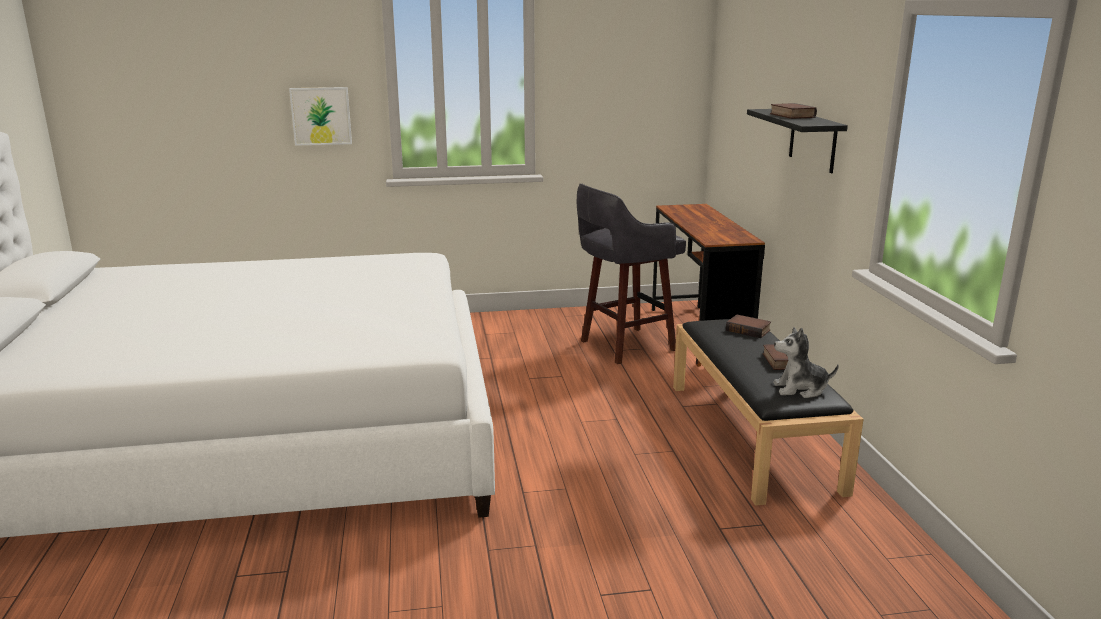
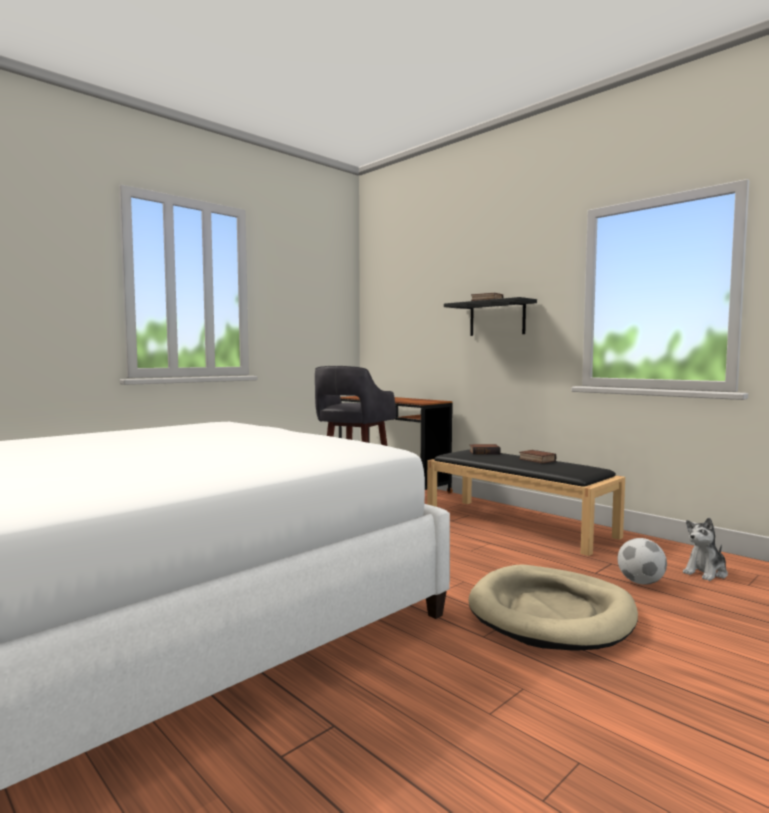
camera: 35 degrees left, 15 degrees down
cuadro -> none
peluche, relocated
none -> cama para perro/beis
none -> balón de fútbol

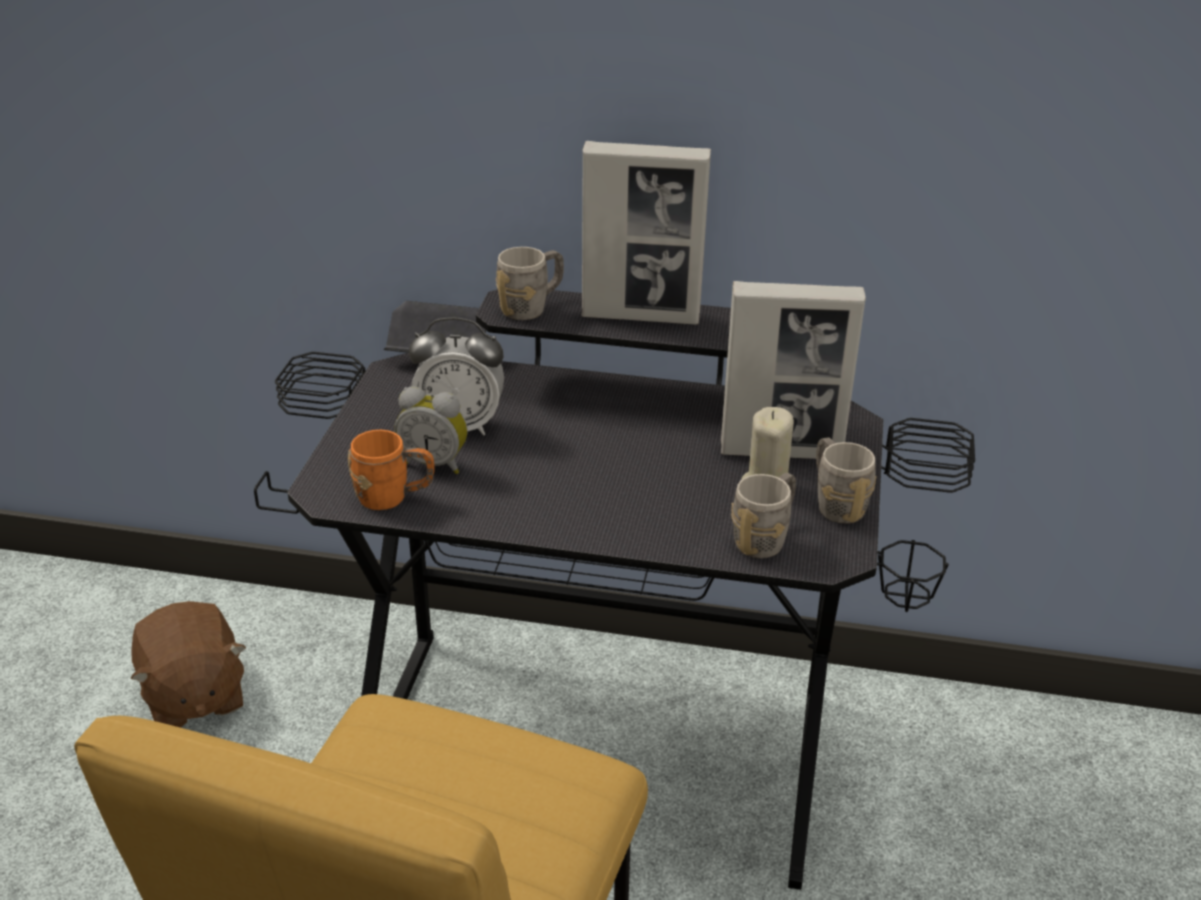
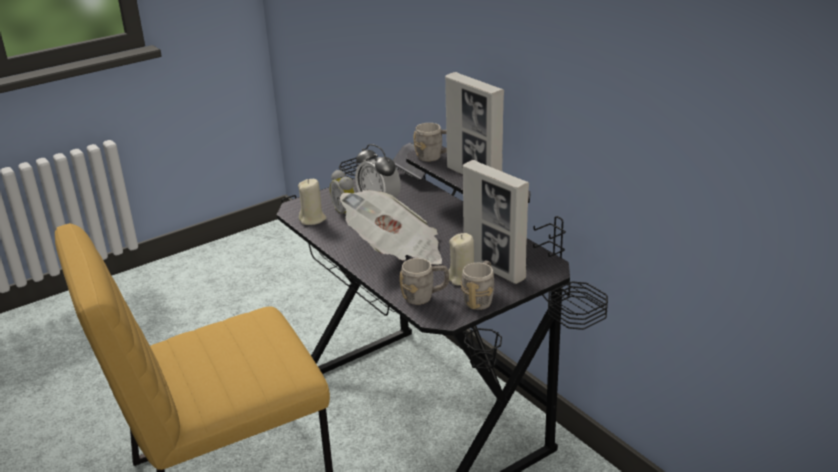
camera: 45 degrees right, 5 degrees down
peluche/marrón -> none
taza grande/naranja -> vela/beis (no. 1 from left)
none -> periódico

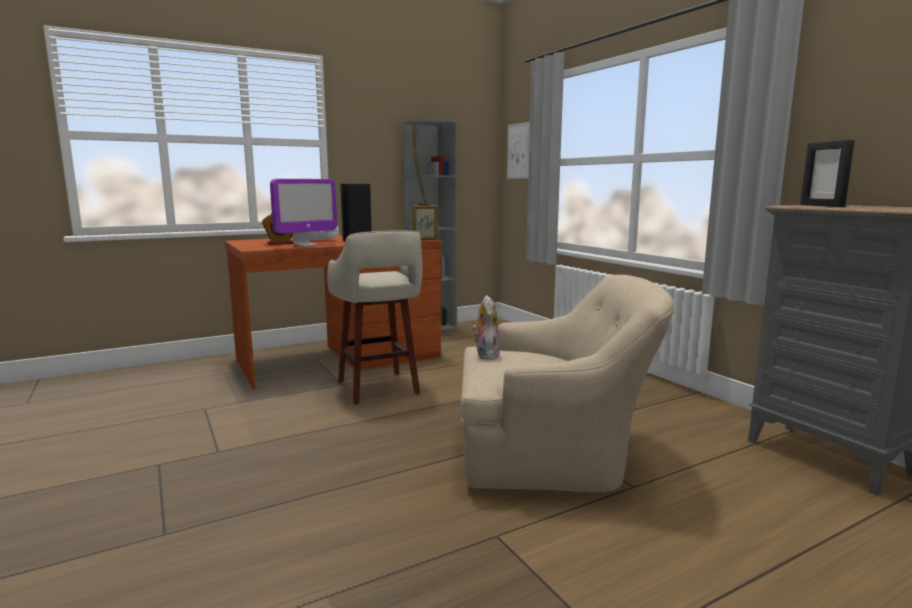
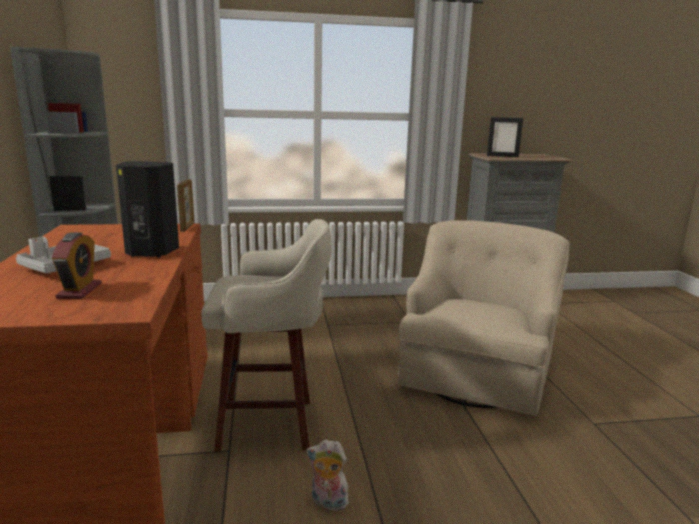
camera: 70 degrees left, 5 degrees up
monitor -> none
peluche, relocated
cuadro -> none

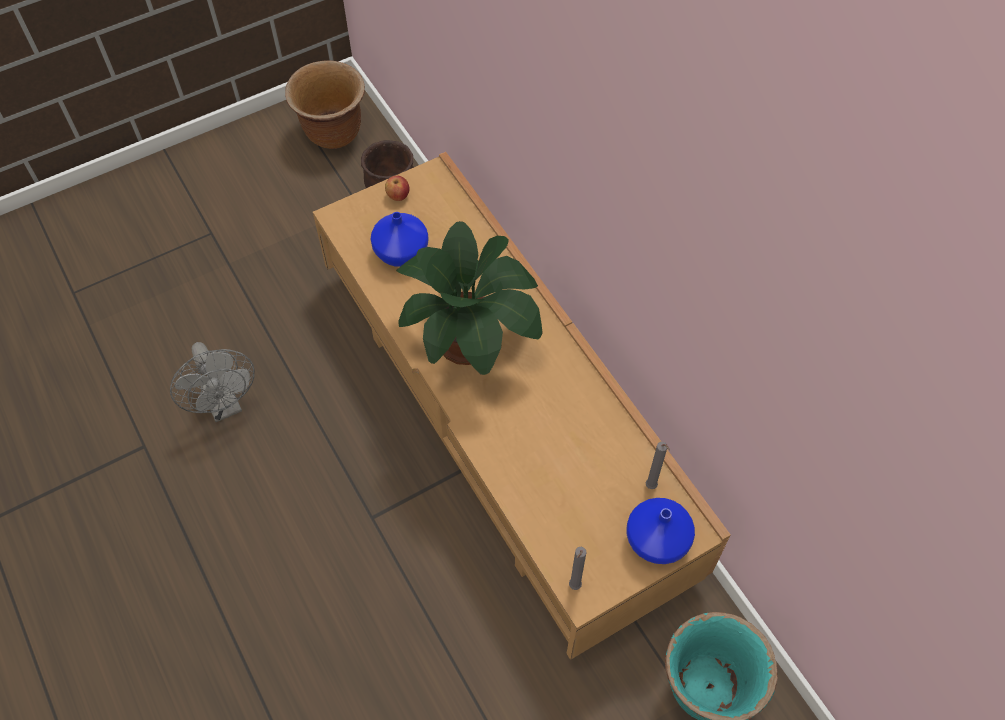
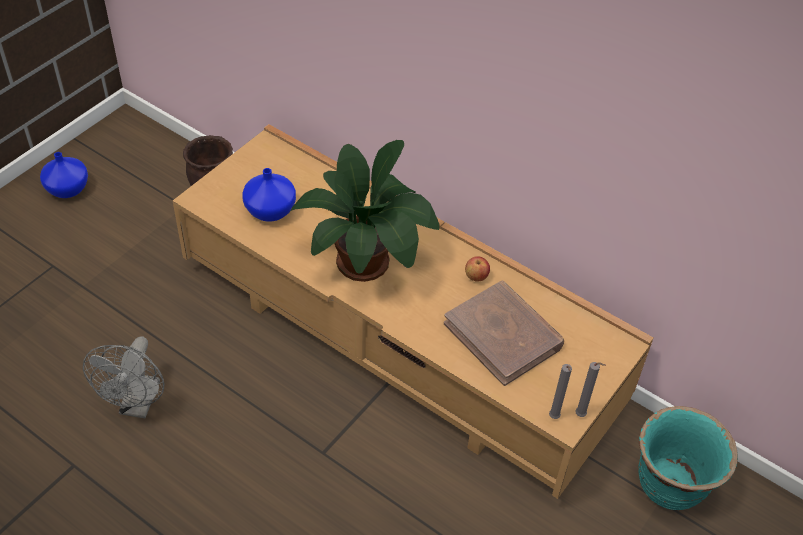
camera: 25 degrees left, 10 degrees down
ventilador/gris, 60 degrees clockwise
maceta/marrón (no. 1 from left) -> none
manzana, relocated
florero/azul (no. 2 from left in the first image) -> florero/azul (no. 1 from left), relocated
vela/gris (no. 2 from left), relocated
none -> libro/marrón

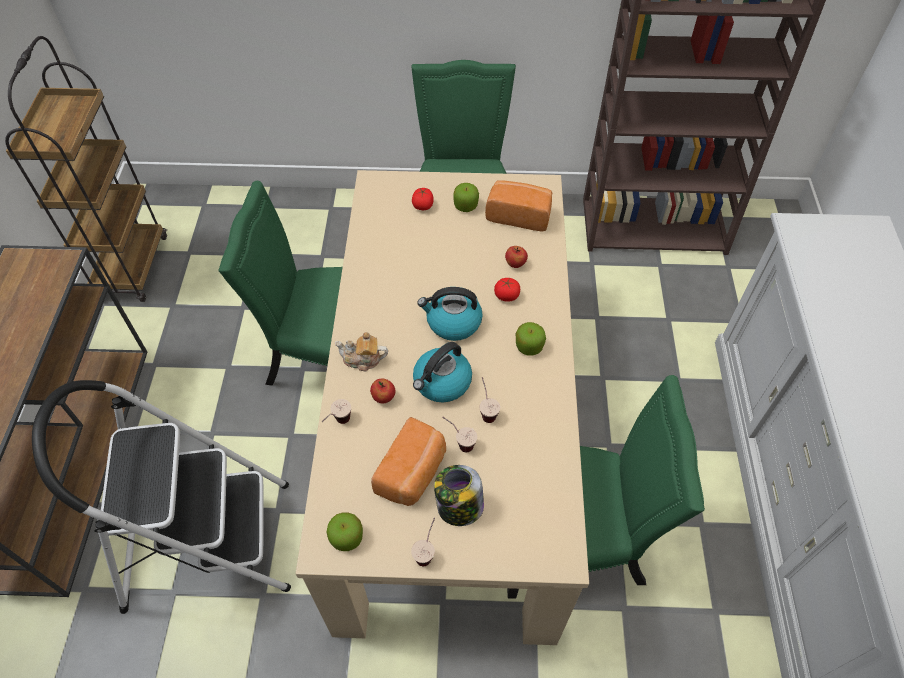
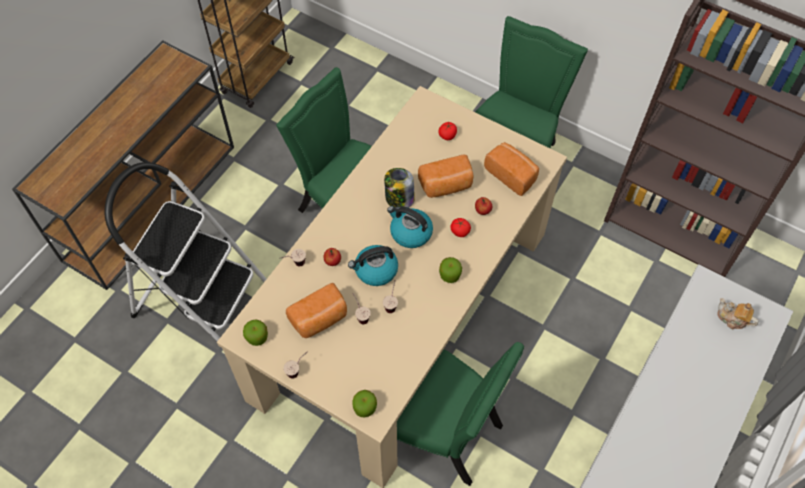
camera: 30 degrees right, 5 degrees up
tetera, relocated
tarro, relocated
manzana (no. 3 from left), relocated
none -> pan (no. 2 from left)

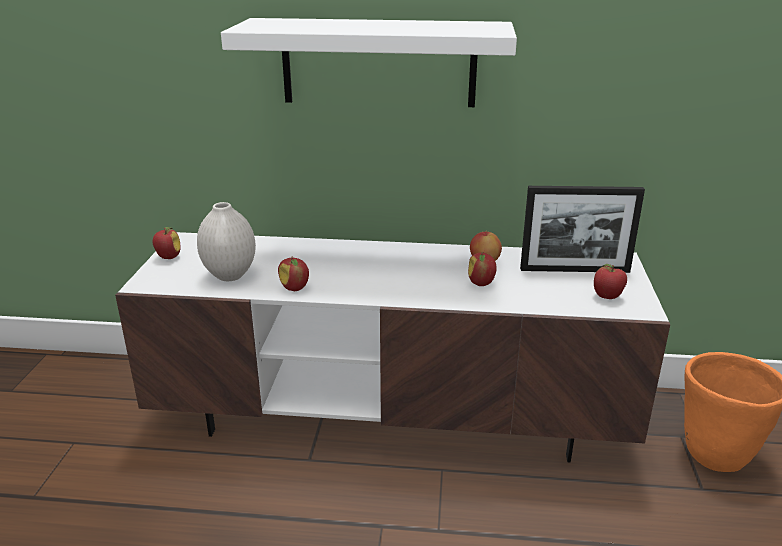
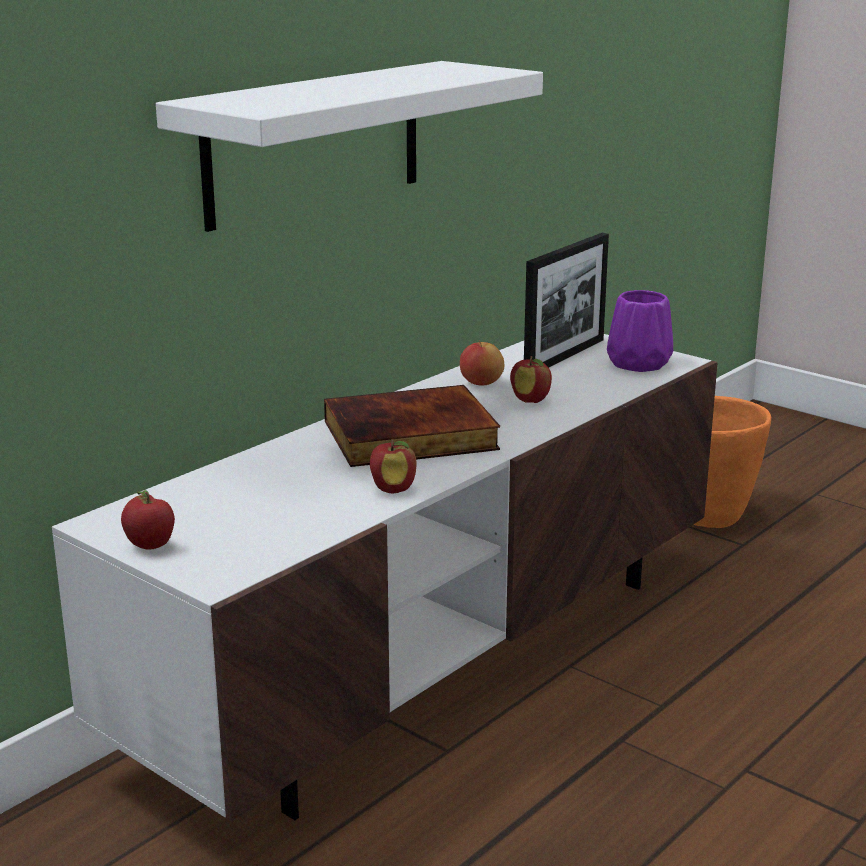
camera: 55 degrees left, 5 degrees down
florero/blanco -> none
manzana (no. 5 from left) -> florero/morado
none -> libro

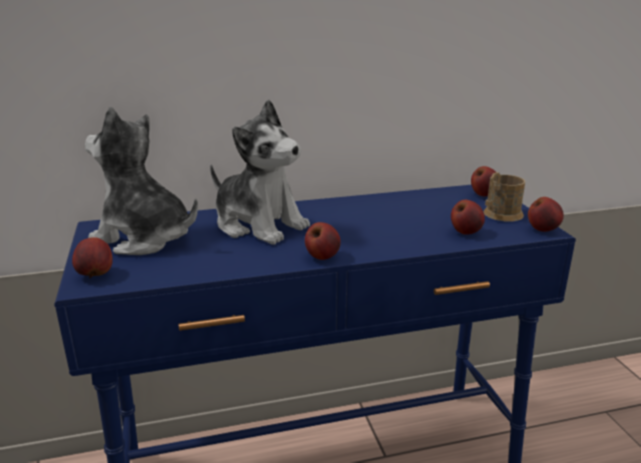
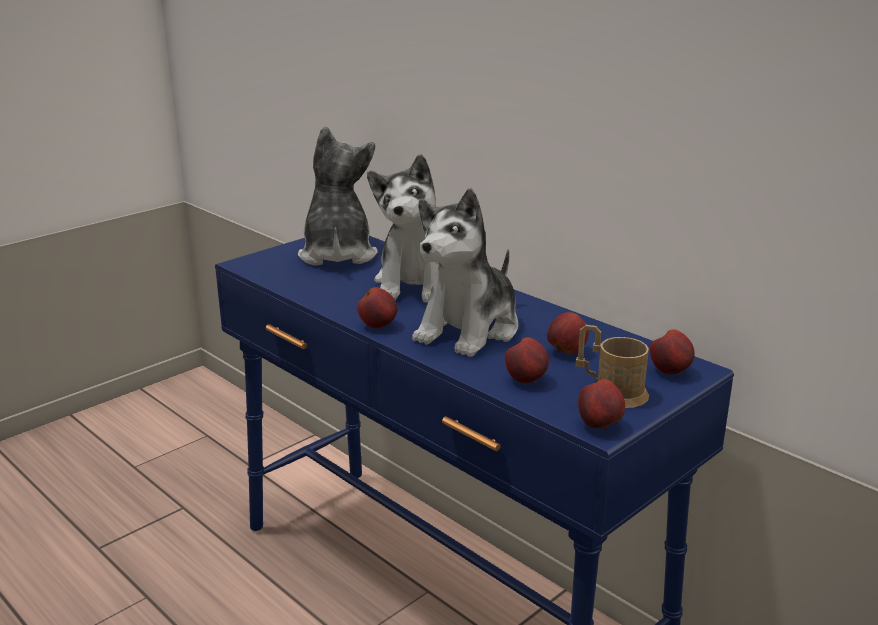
camera: 60 degrees right, 0 degrees up
manzana (no. 1 from left in the first image) -> manzana (no. 3 from left), relocated
none -> peluche (no. 3 from left)

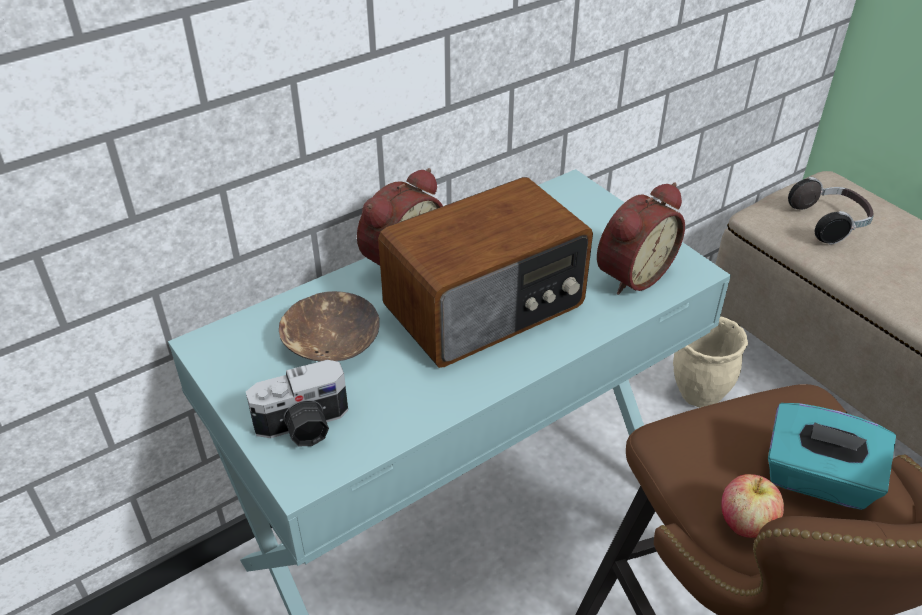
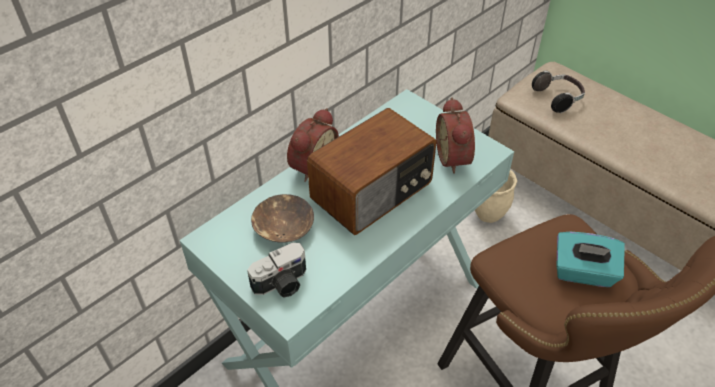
camera: 10 degrees left, 5 degrees up
despertador (no. 2 from left), 135 degrees clockwise
manzana -> none

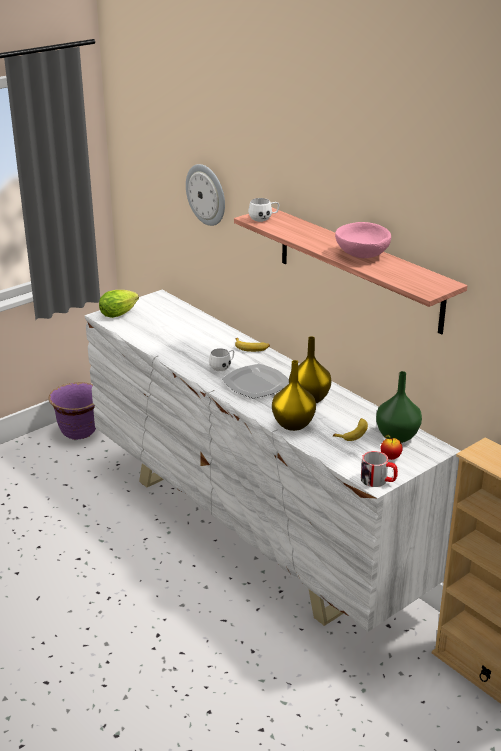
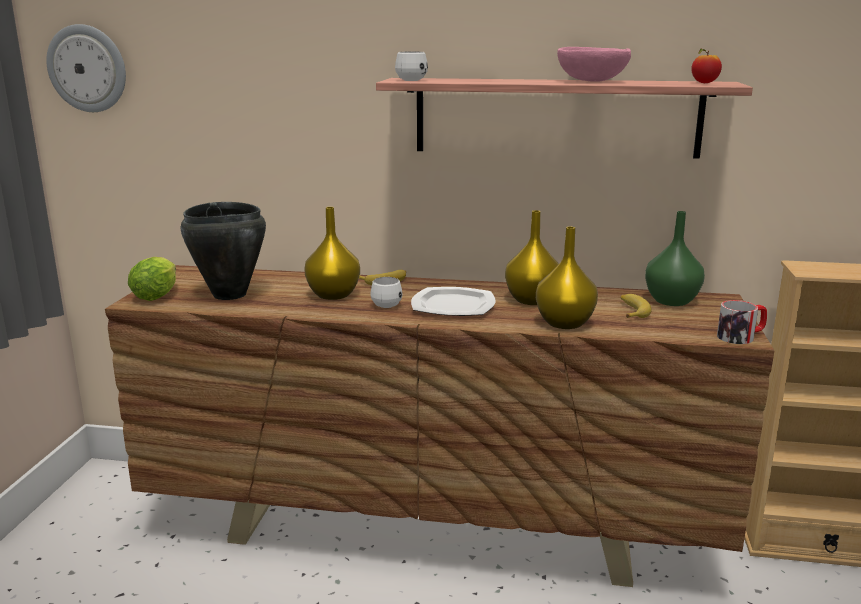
camera: 40 degrees left, 10 degrees down
maceta/morado -> none
armario/blanco -> armario/marrón
reloj de pared, relocated
manzana, relocated
none -> olla/negro
none -> florero/amarillo (no. 1 from left)

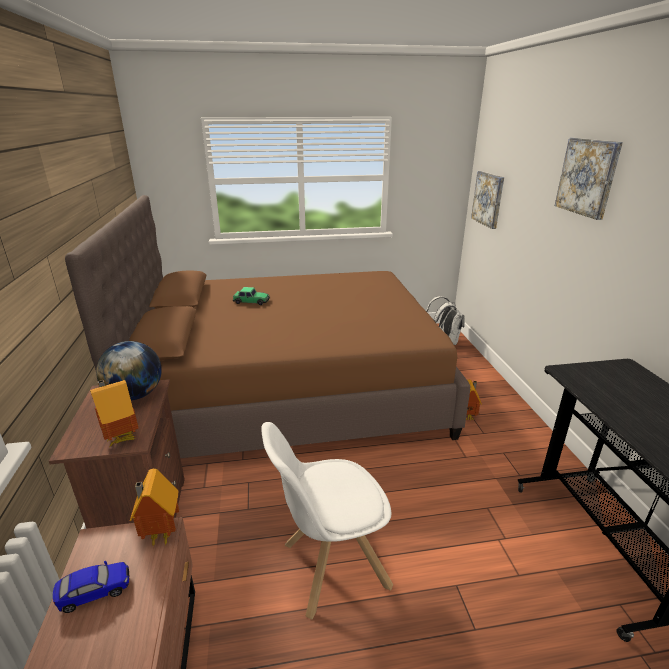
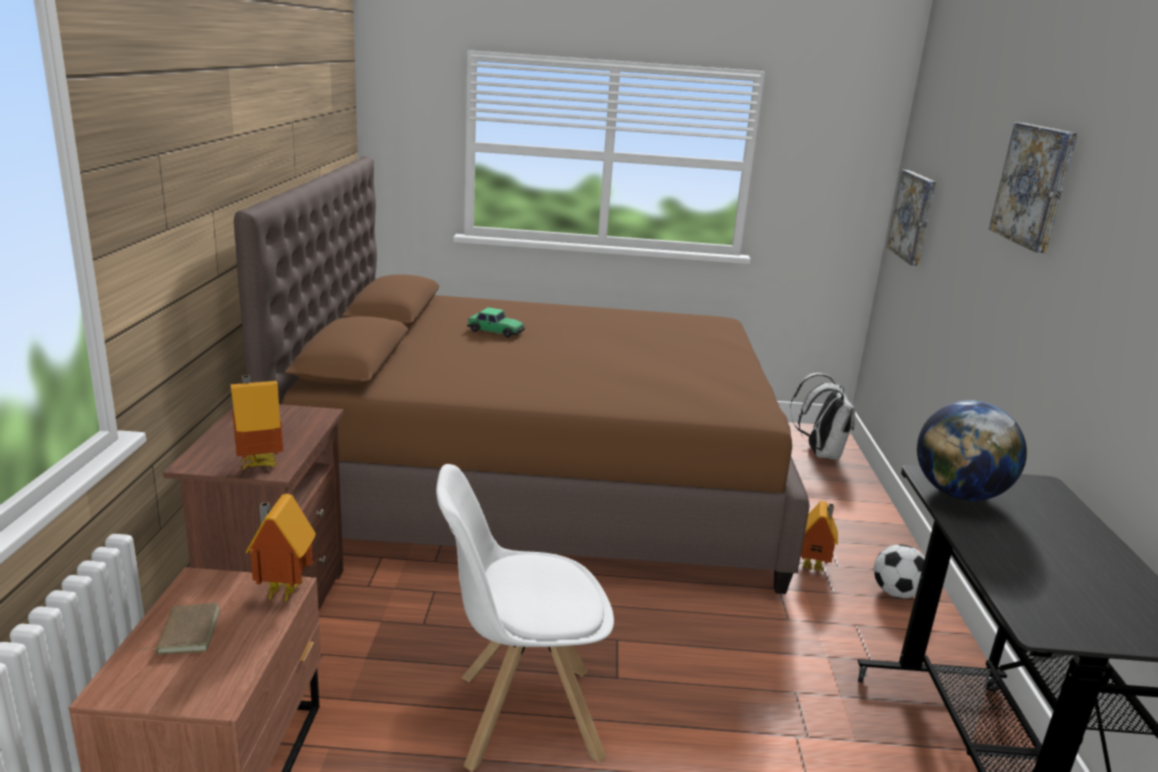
camera: 10 degrees right, 5 degrees down
coche de juguete (no. 1 from left) -> libro/marrón
globo terráqueo, relocated
none -> balón de fútbol

